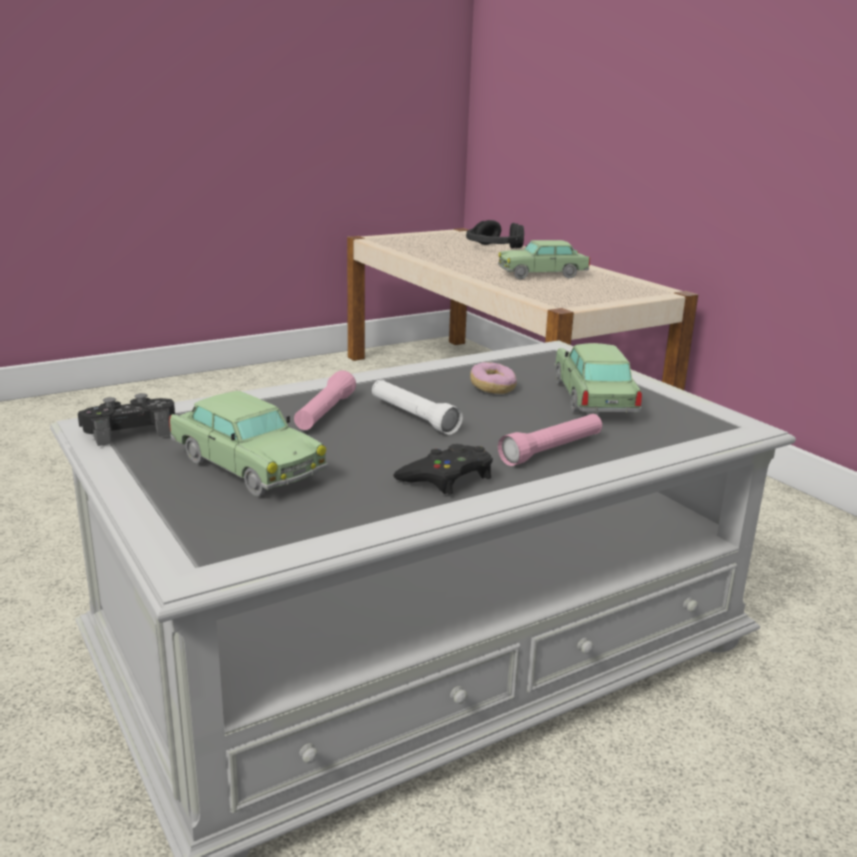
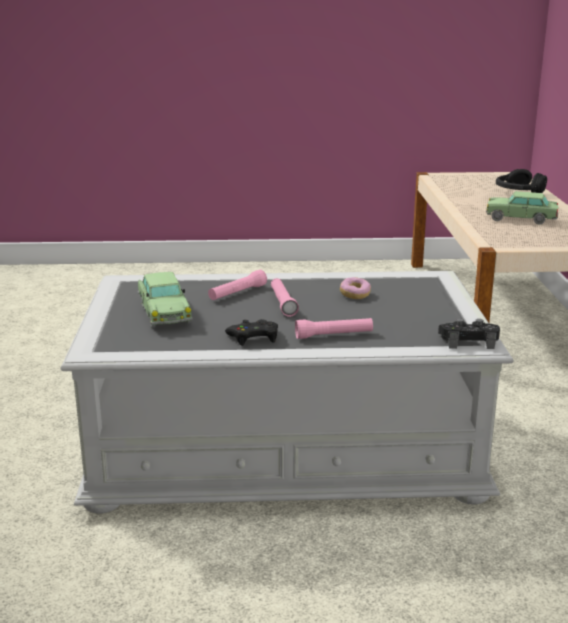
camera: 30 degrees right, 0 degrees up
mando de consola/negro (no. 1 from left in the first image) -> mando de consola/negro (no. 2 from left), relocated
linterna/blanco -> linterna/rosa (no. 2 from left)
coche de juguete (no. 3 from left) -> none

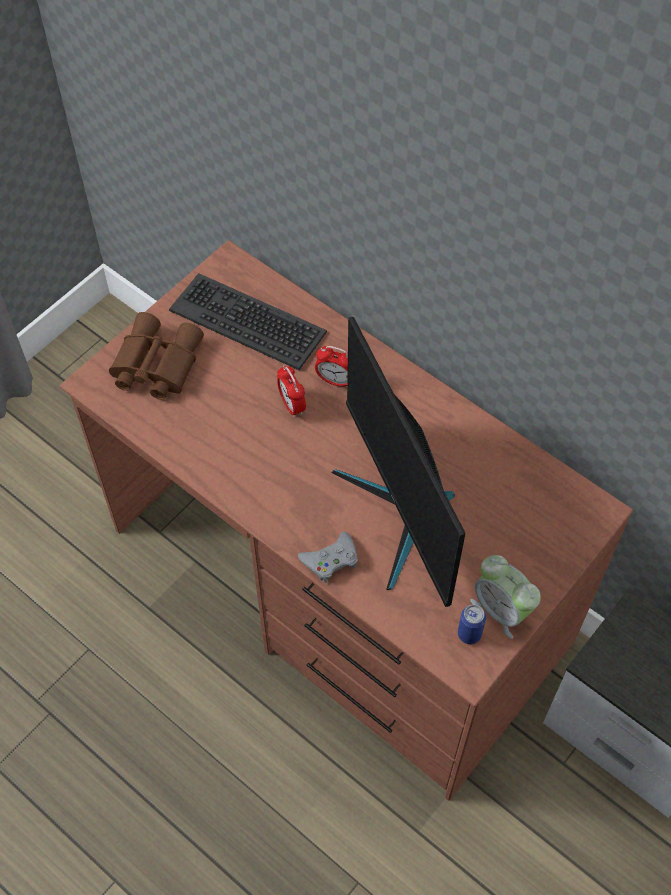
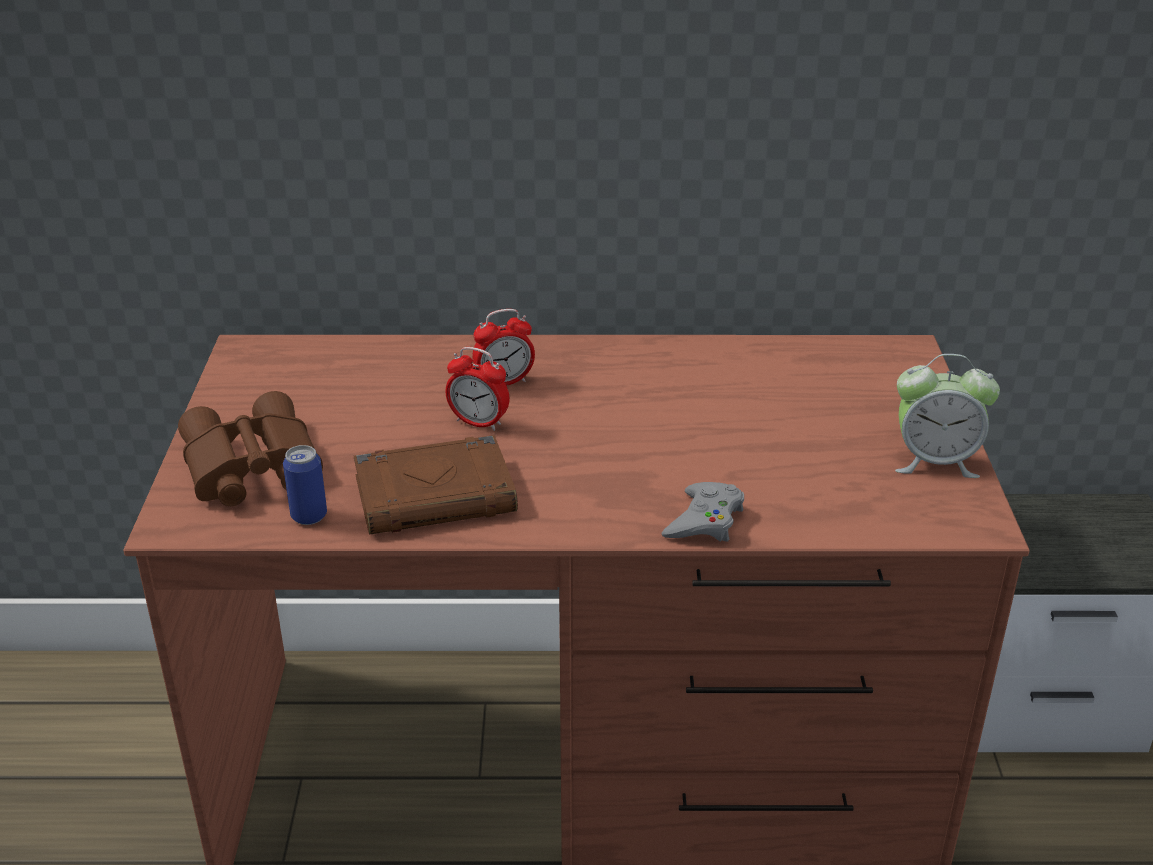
camera: 40 degrees left, 25 degrees down
teclado -> none
monitor -> none
lata, relocated
none -> libro/marrón

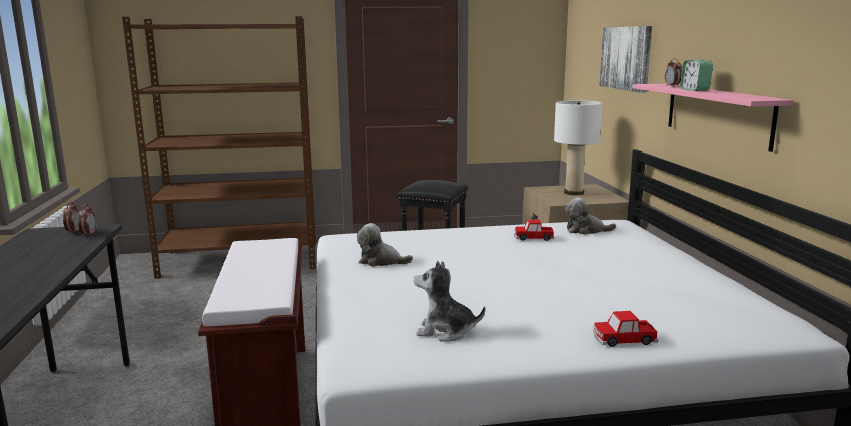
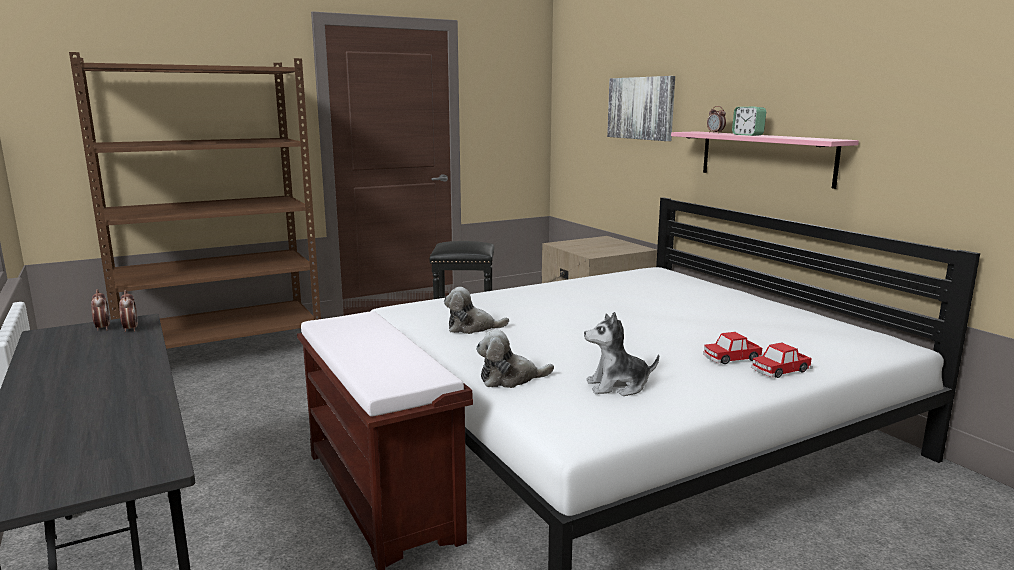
camera: 20 degrees left, 0 degrees up
coche de juguete (no. 1 from left), relocated
lámpara de mesa/blanco -> none
peluche (no. 3 from left in the first image) -> peluche (no. 2 from left), relocated

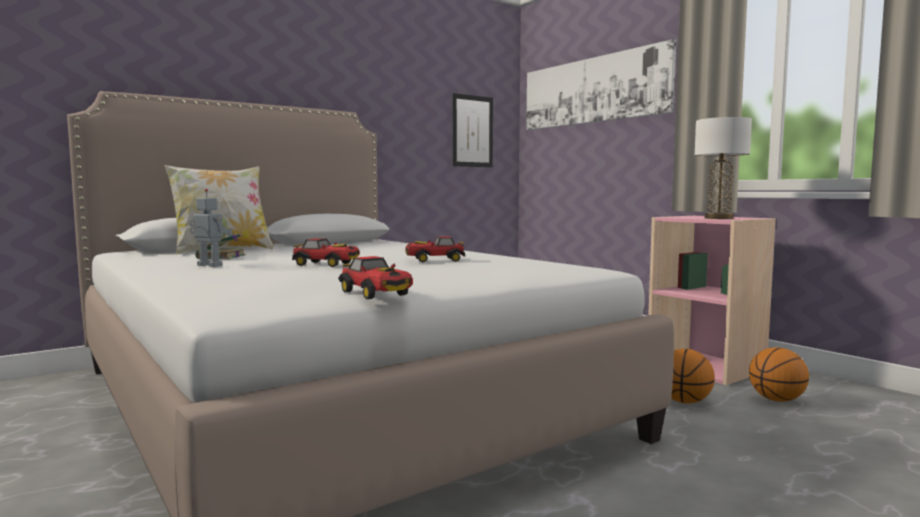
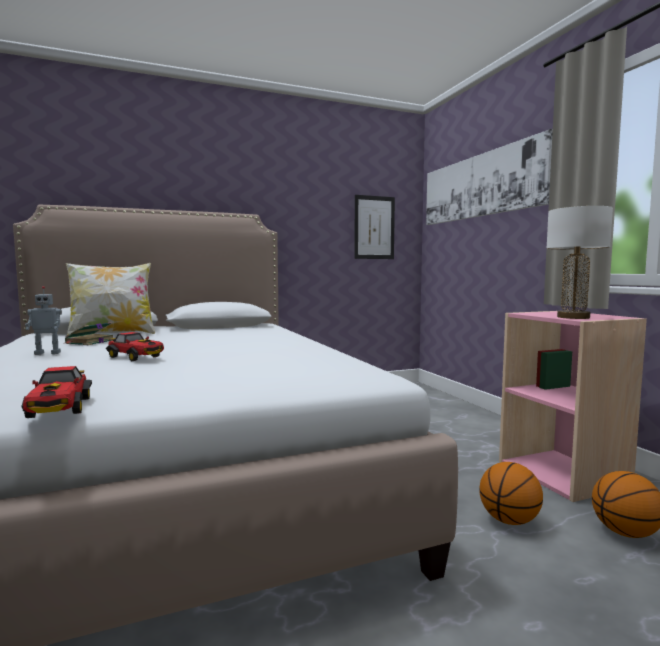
camera: 15 degrees right, 0 degrees up
robot de juguete, 120 degrees clockwise
coche de juguete (no. 3 from left) -> none

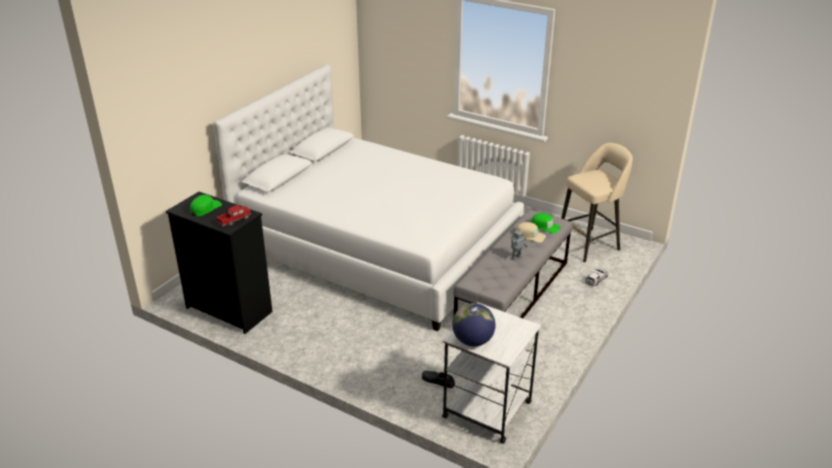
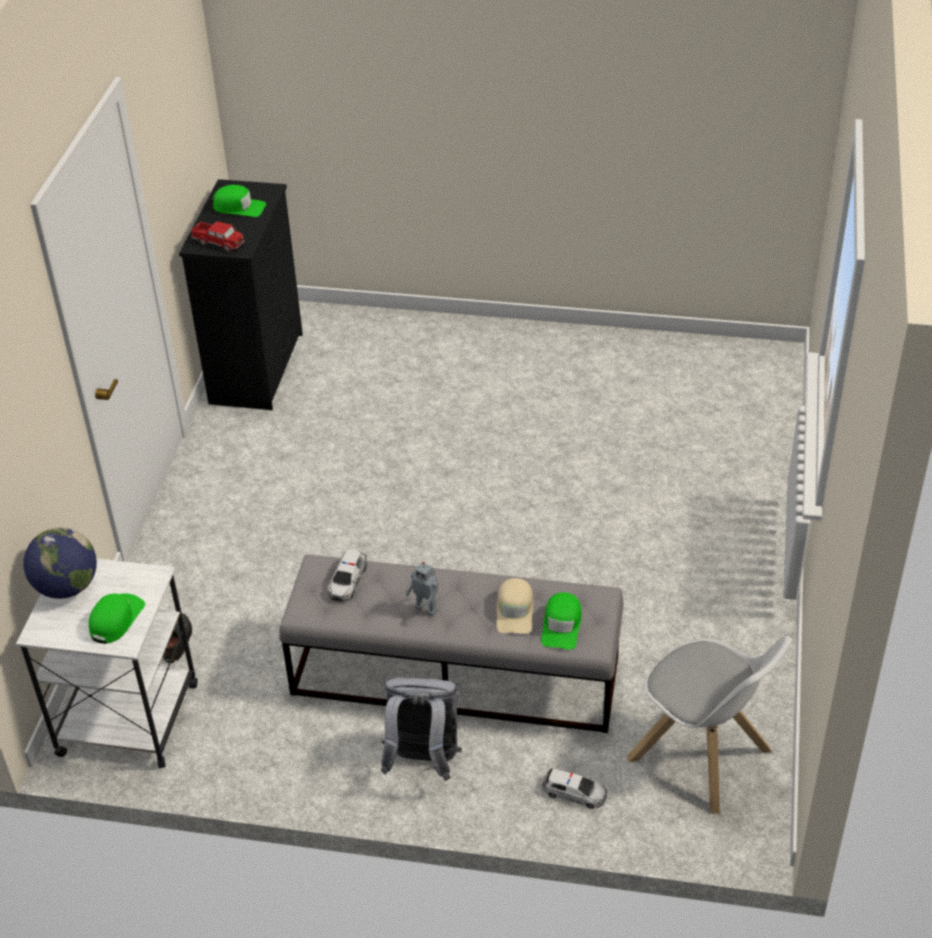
camera: 70 degrees right, 10 degrees up
cama/blanco -> none
taburete/beis -> silla
none -> gorra/verde (no. 1 from left)
none -> coche de juguete (no. 1 from left)
none -> mochila/gris

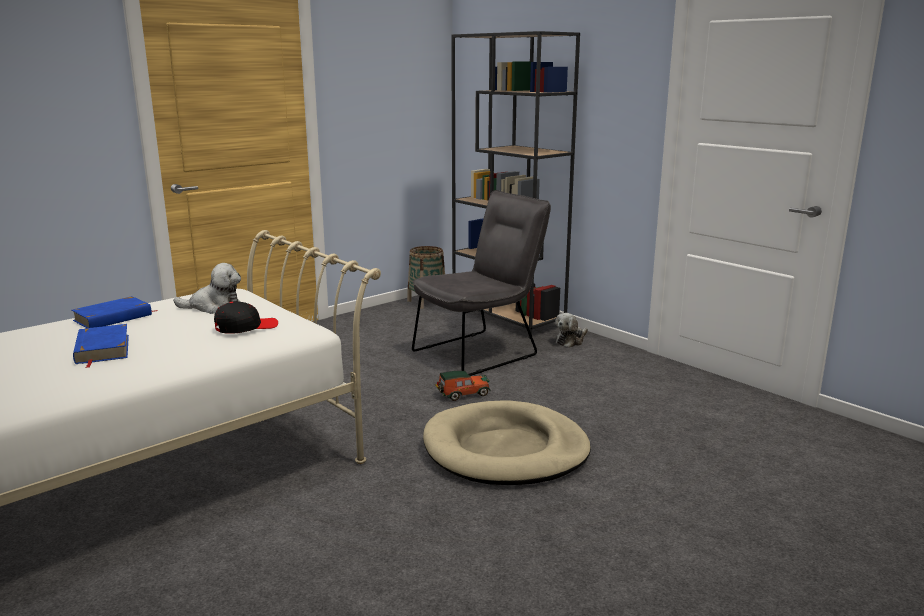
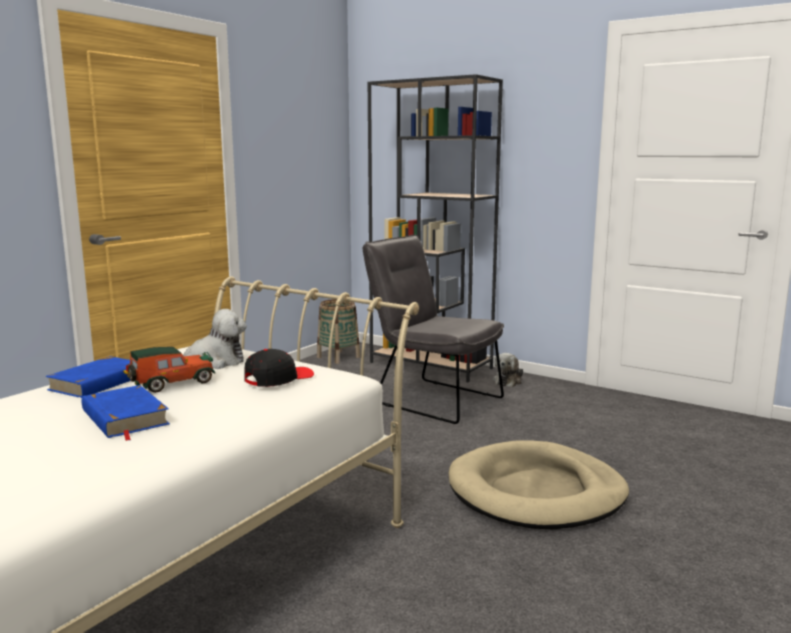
camera: 15 degrees left, 5 degrees down
silla/gris, 90 degrees counterclockwise
coche de juguete, relocated

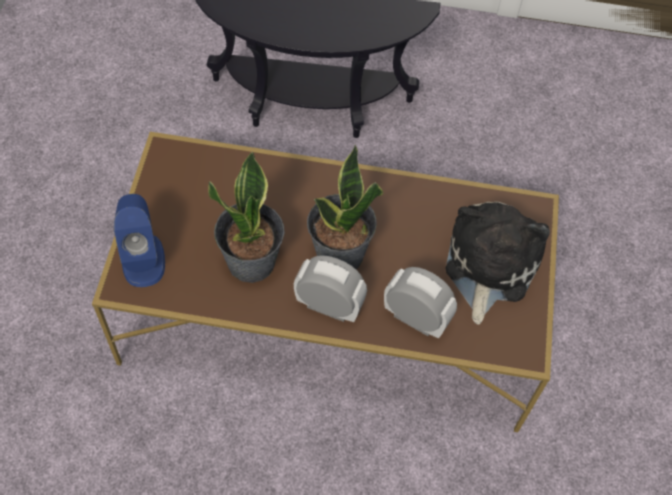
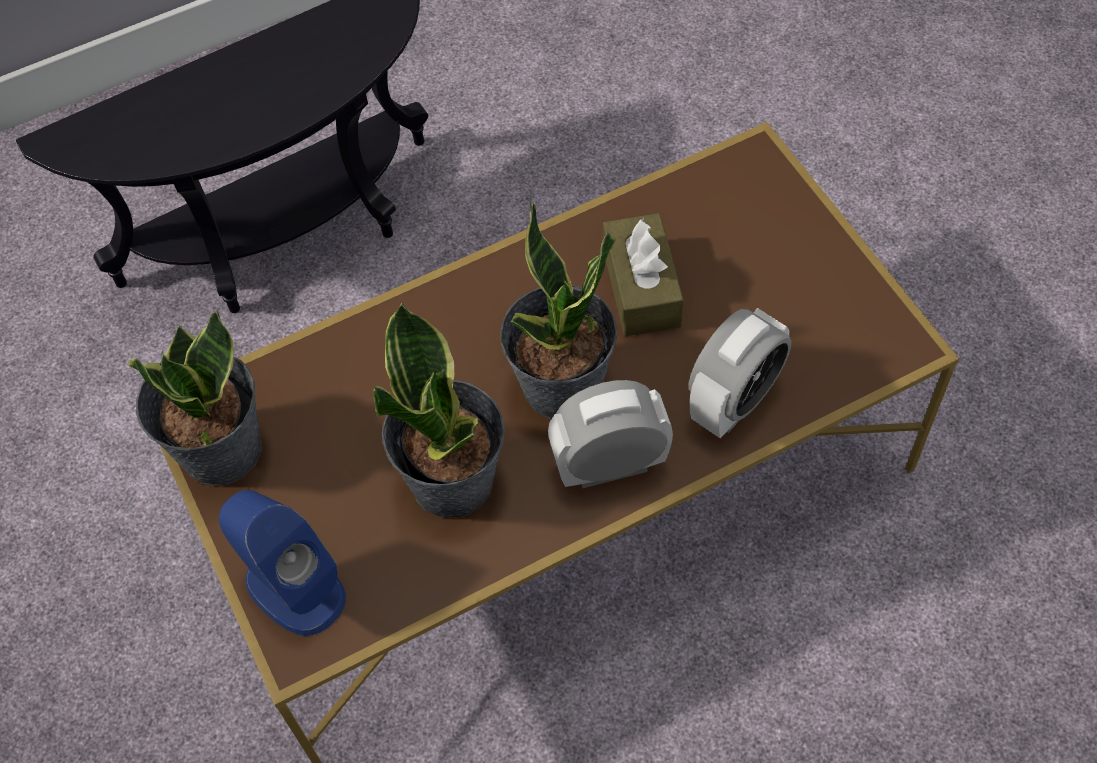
camera: 30 degrees left, 0 degrees up
despertador (no. 2 from left), 135 degrees clockwise
peluche -> none
none -> planta en maceta (no. 1 from left)
none -> caja de pañuelos/marrón

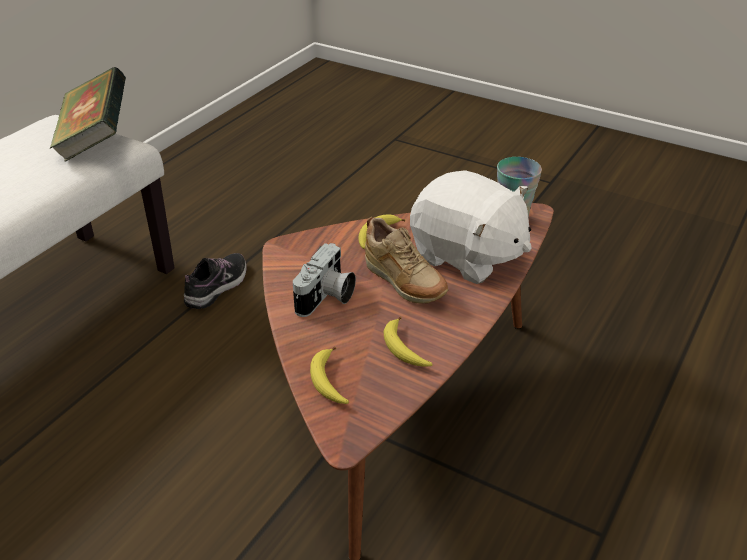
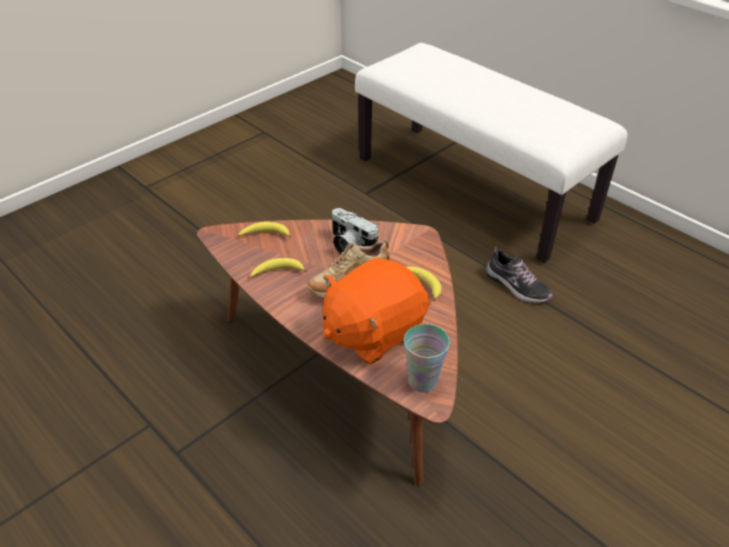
camera: 105 degrees right, 5 degrees up
libro -> none
peluche/blanco -> peluche/naranja

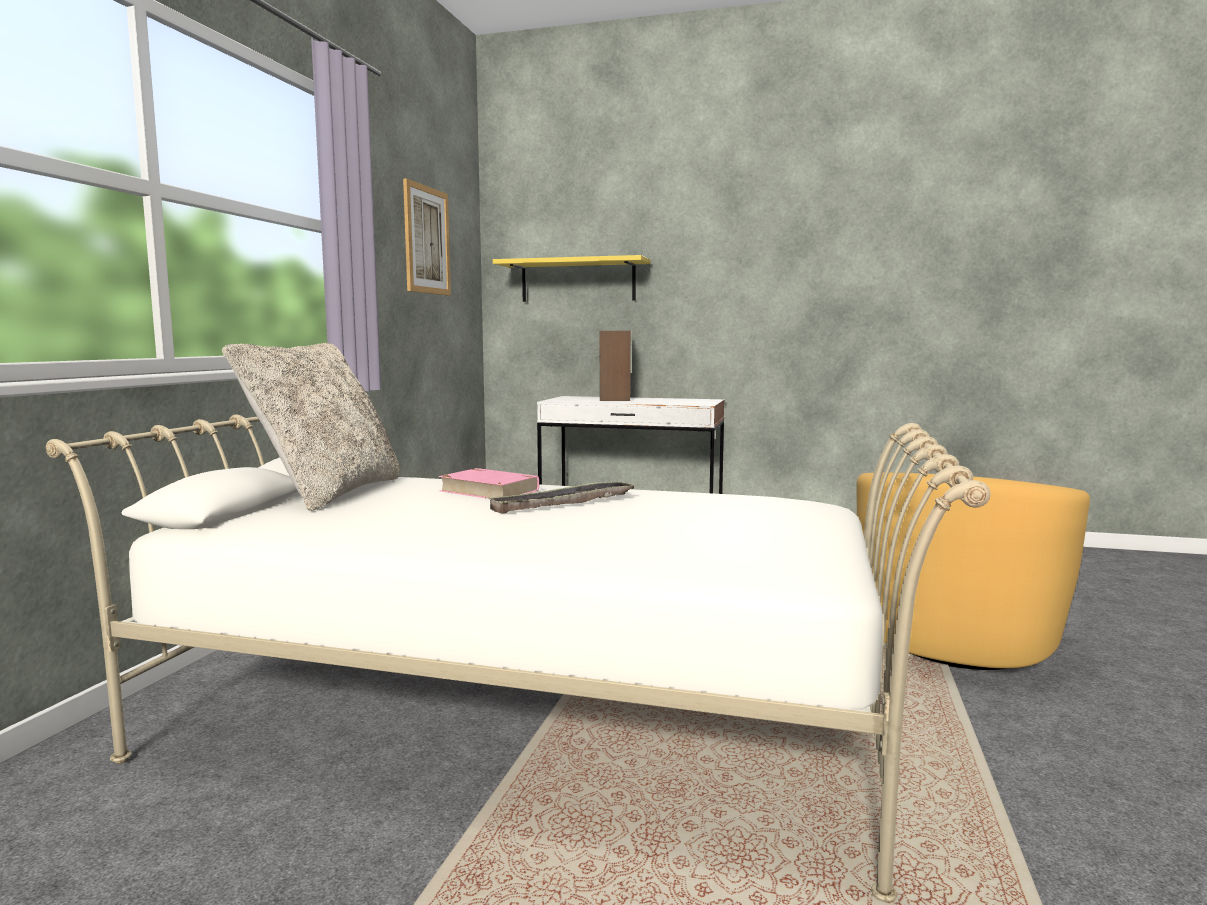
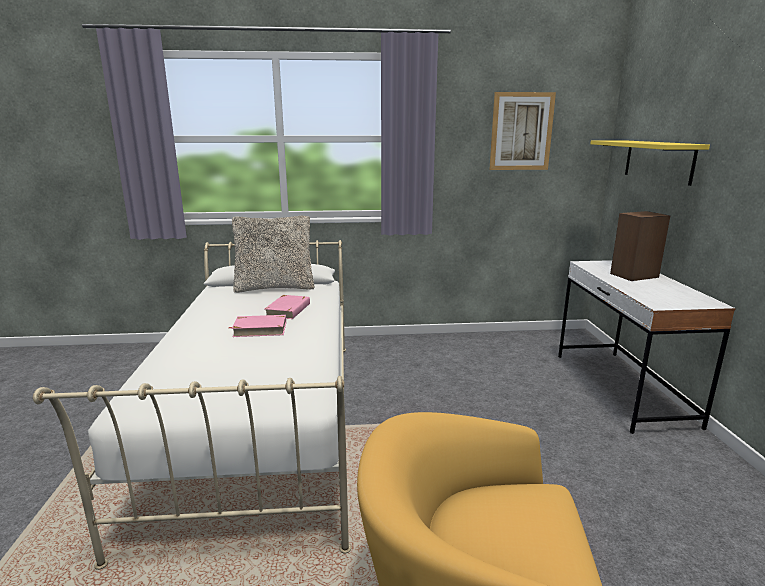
camera: 70 degrees right, 10 degrees up
bandeja -> libro/rosa (no. 1 from left)

